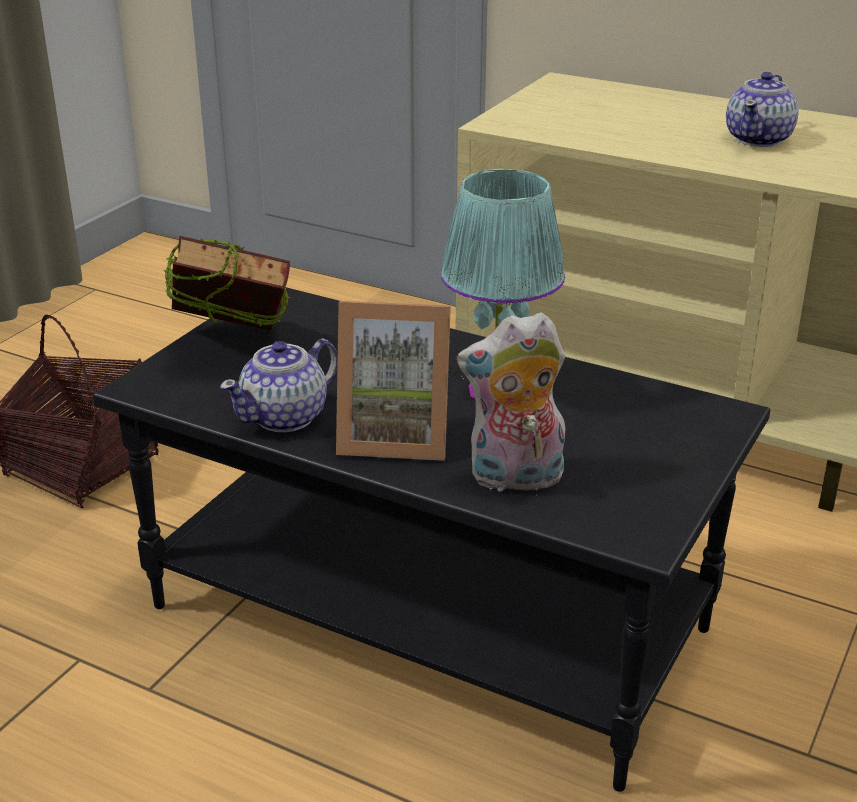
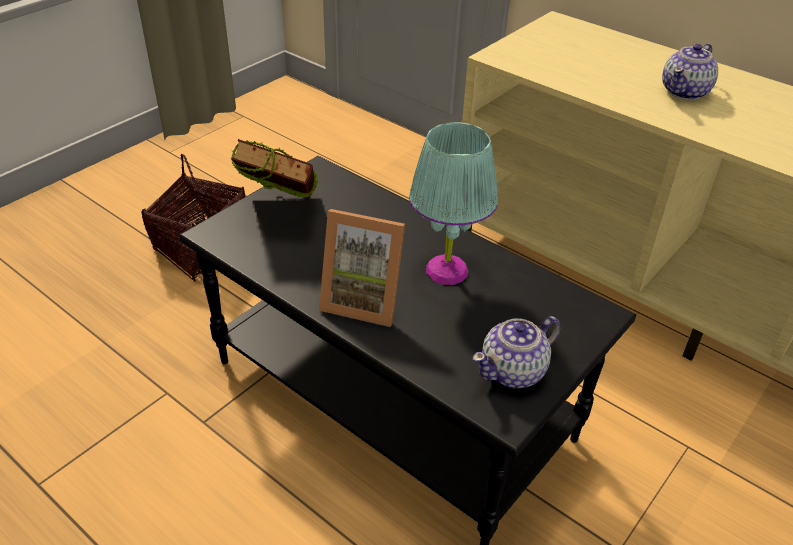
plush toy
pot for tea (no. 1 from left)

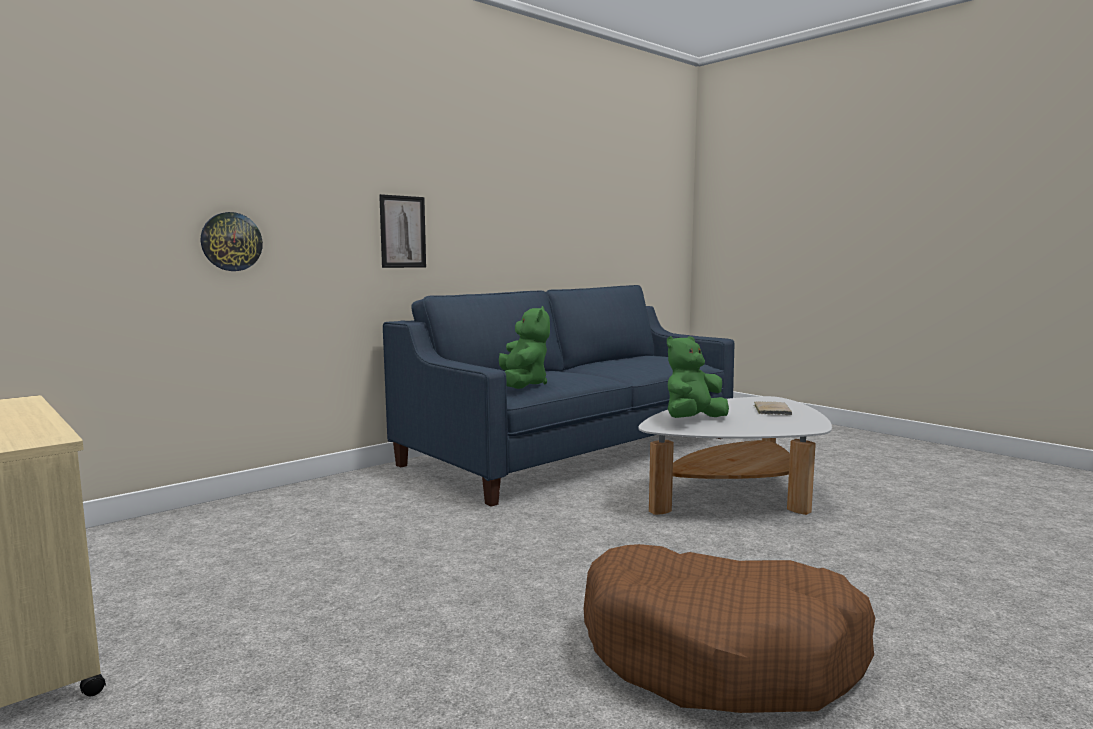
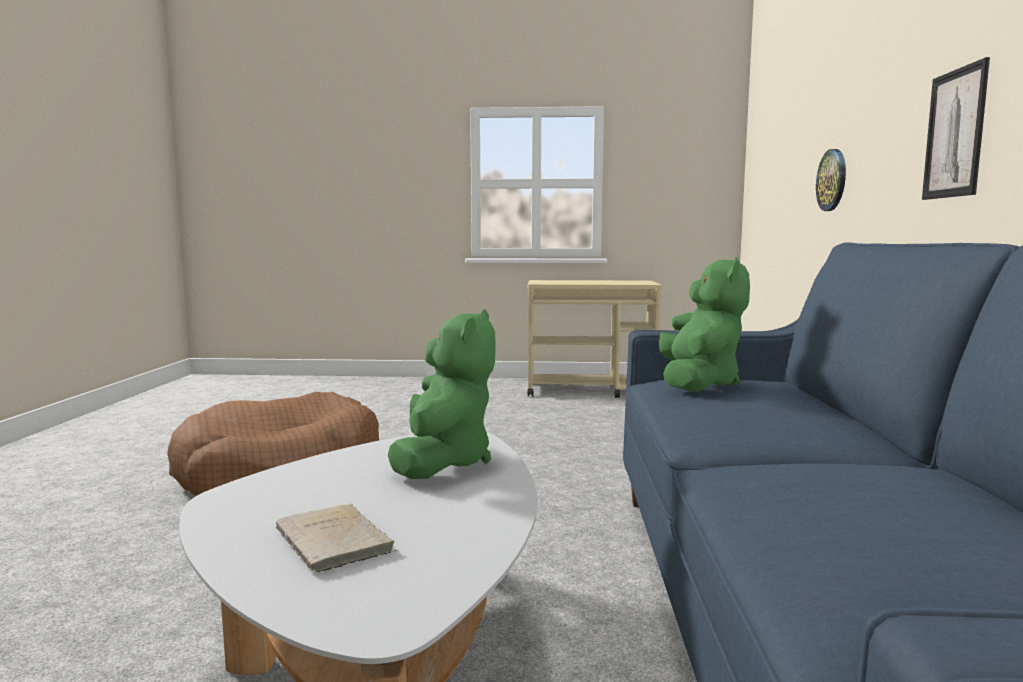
plush toy in greenish (no. 2 from left)

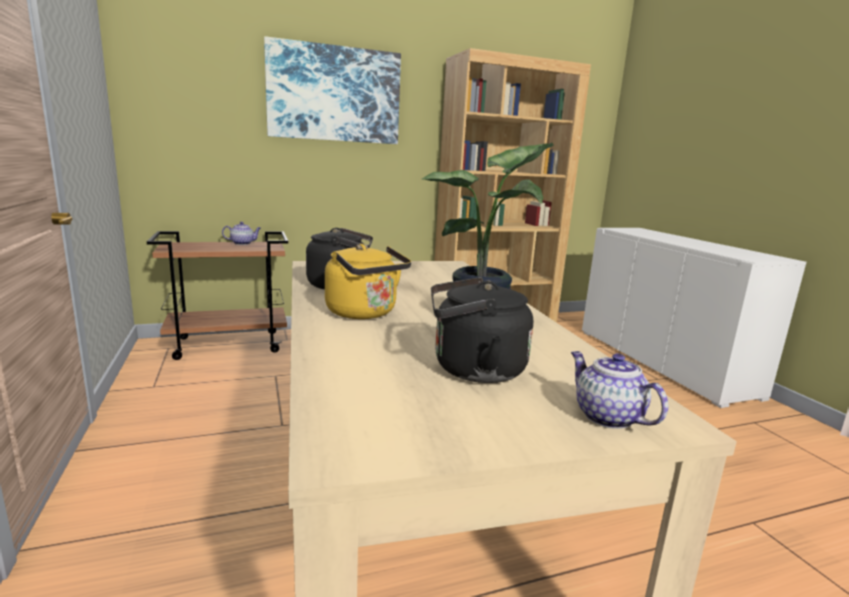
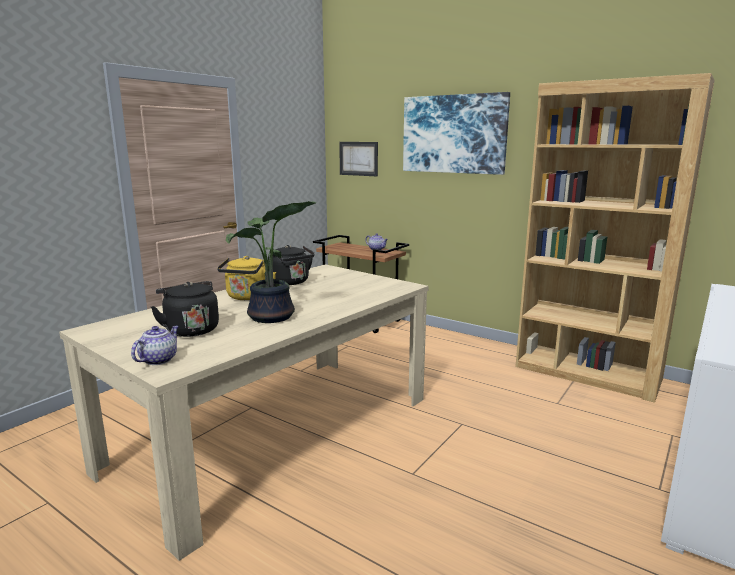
wall art (no. 1 from left)

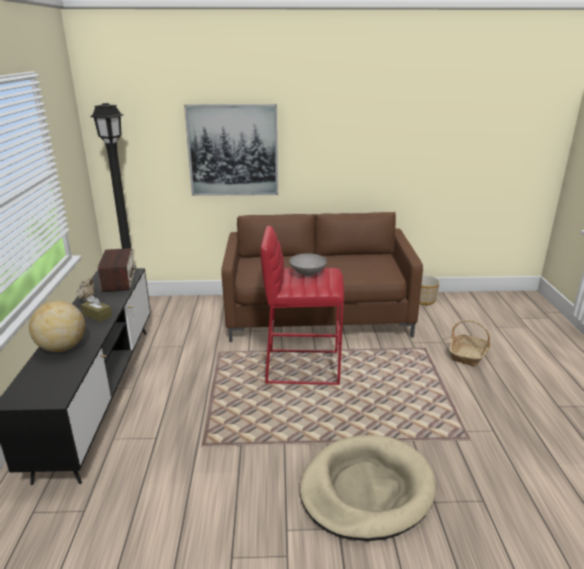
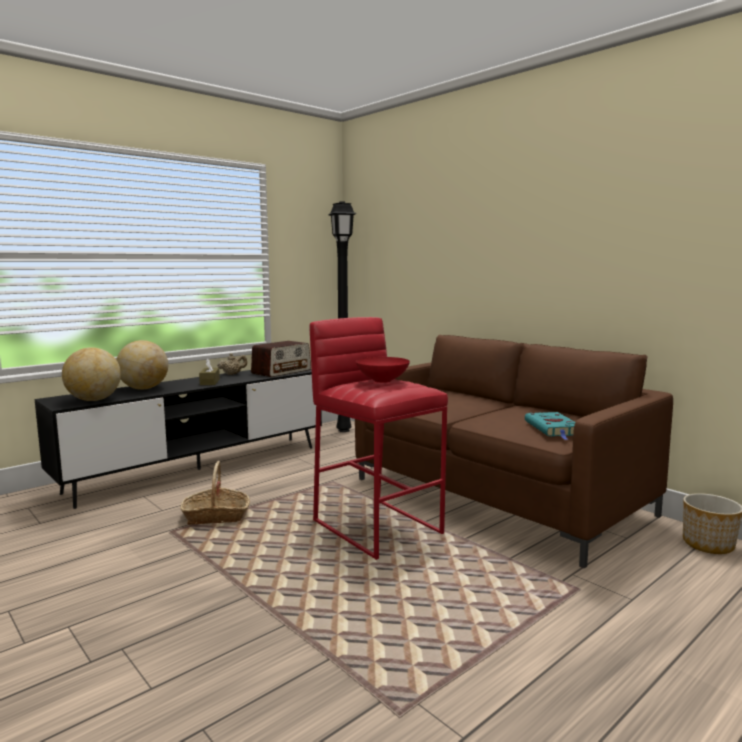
wall art
serving bowl in red
household basket
dog bed in beige
desk globe (no. 1 from left)
volume in blue-green

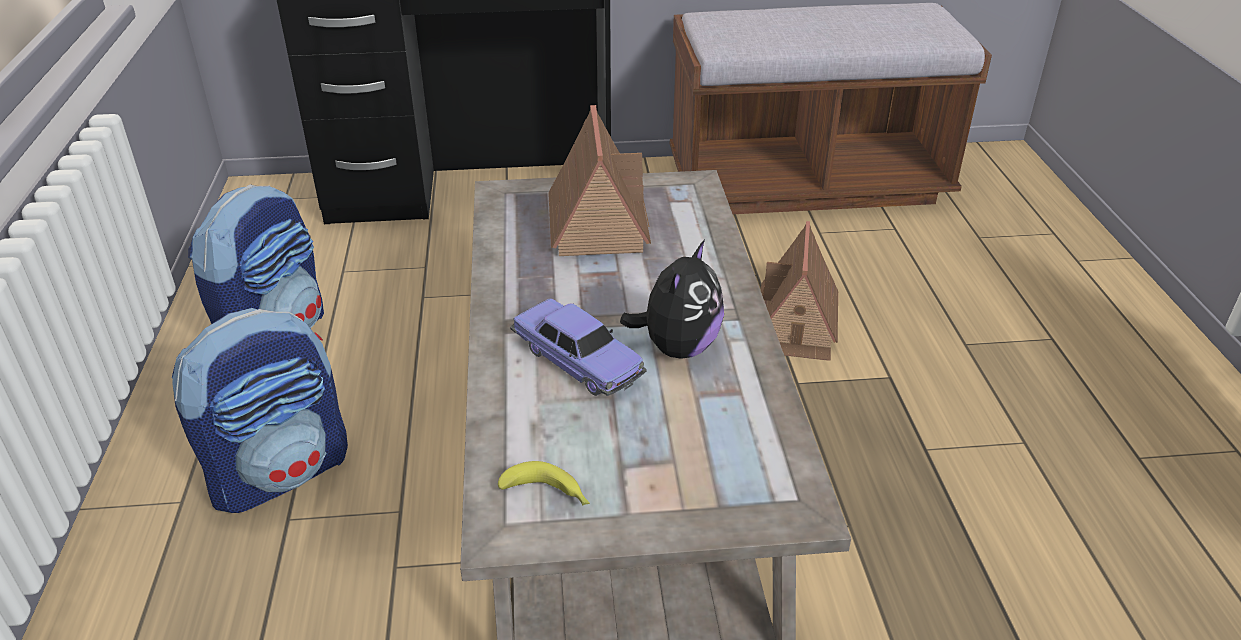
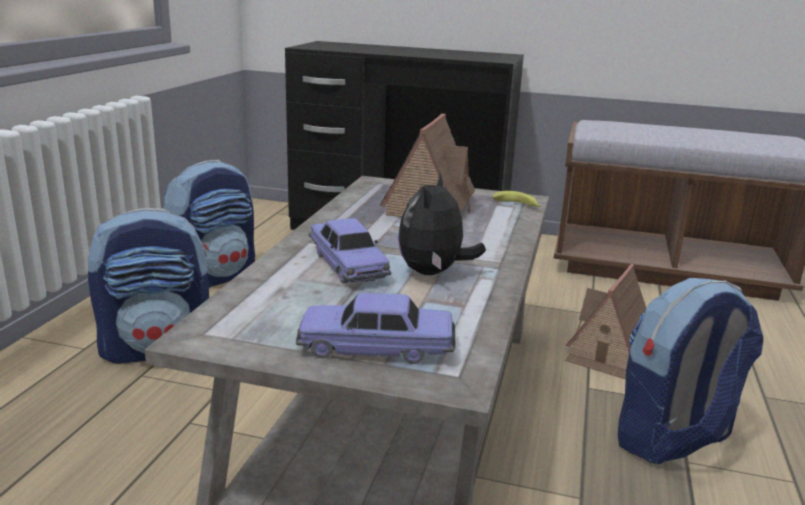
plush toy
whole banana
knapsack (no. 3 from left)
toy car (no. 2 from left)

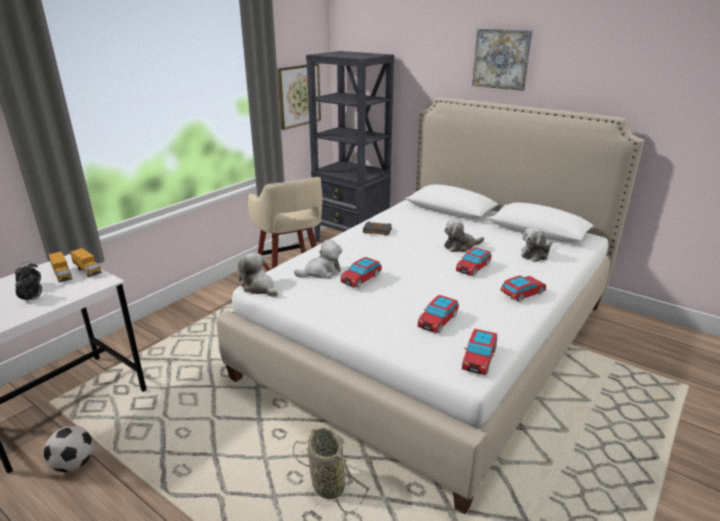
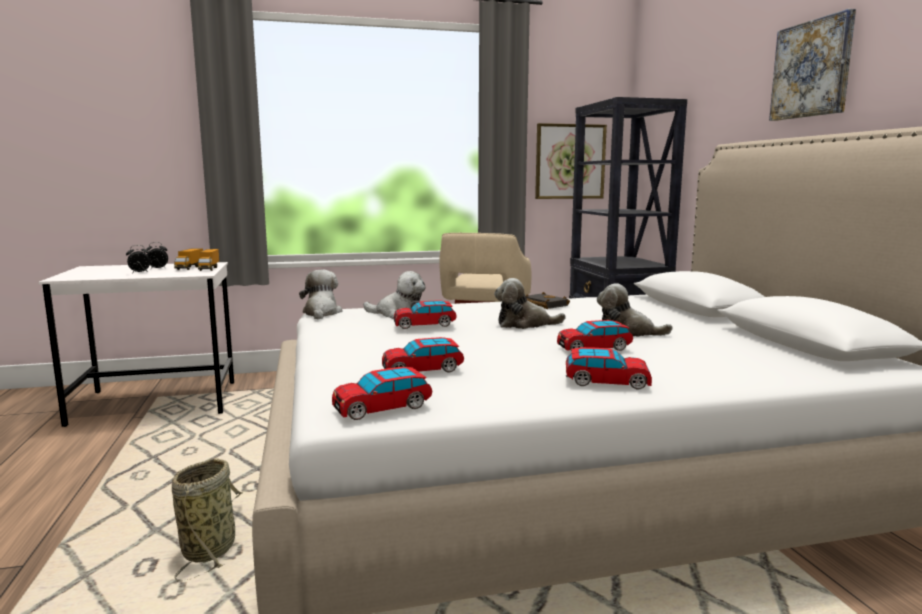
plush toy (no. 3 from left)
football

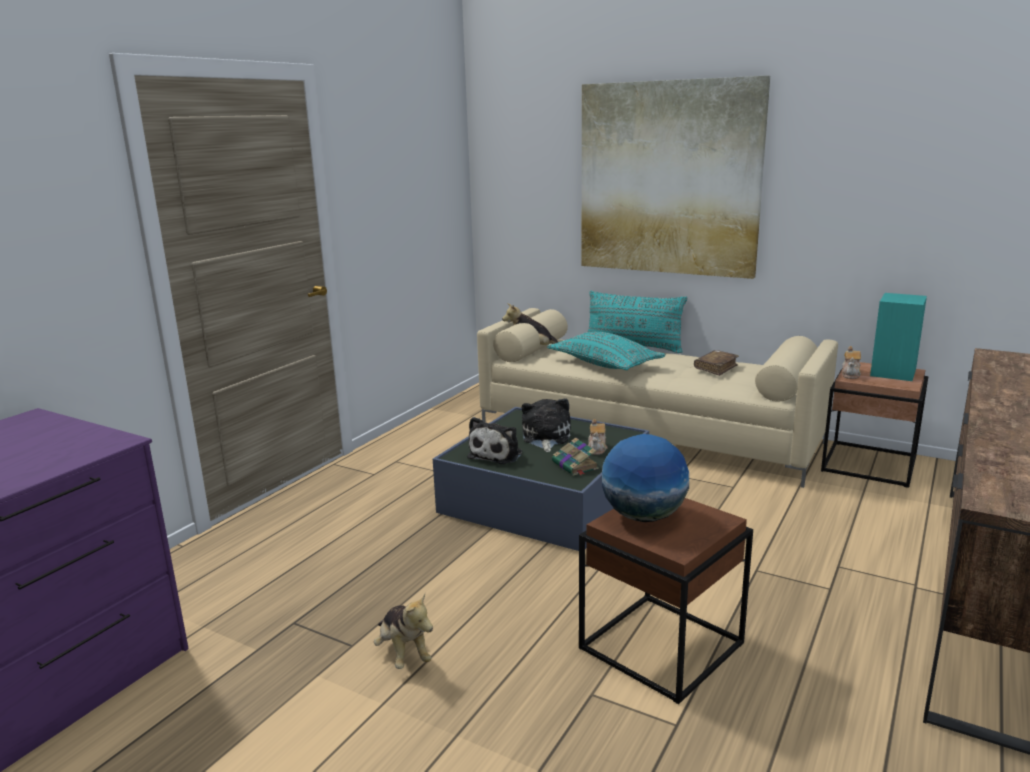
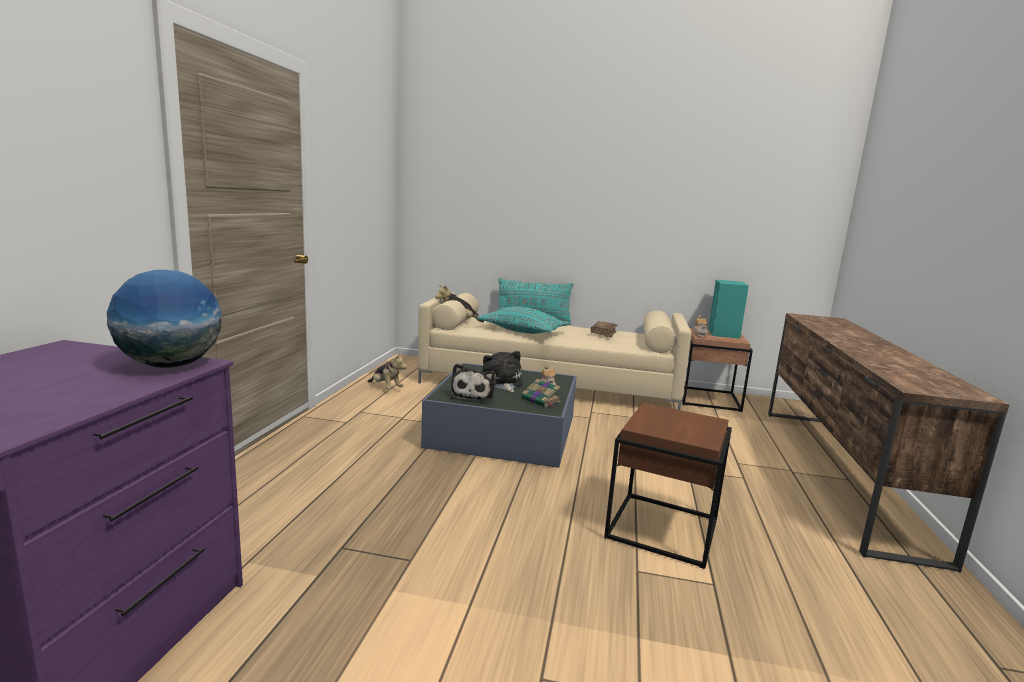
wall art
desk globe
plush toy (no. 1 from left)

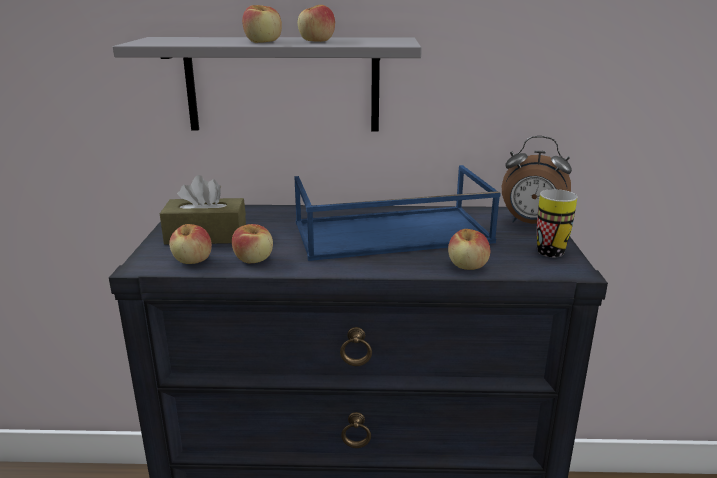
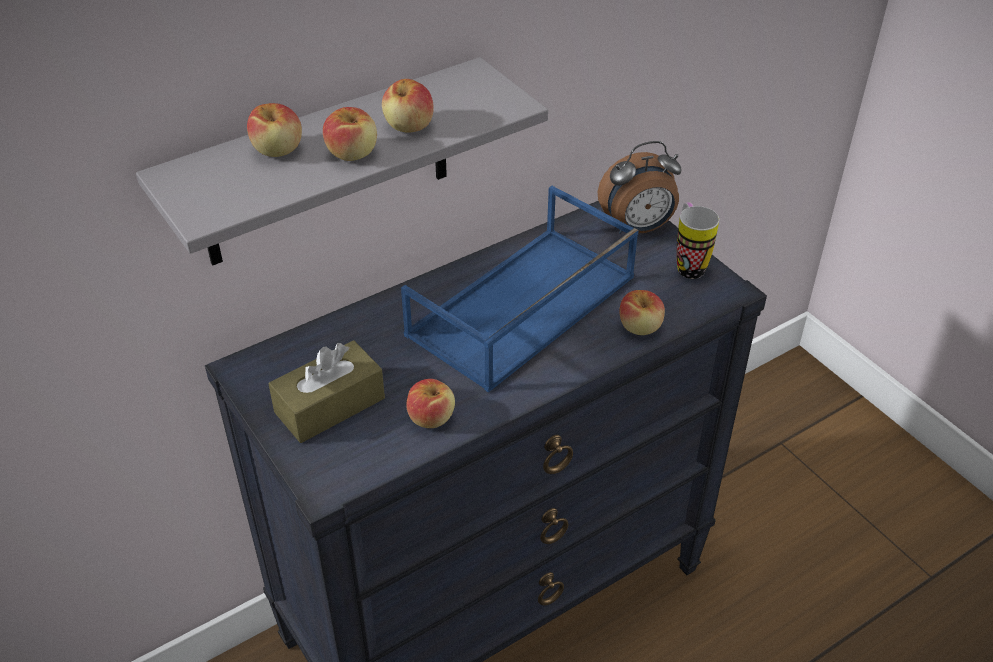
apple fruit (no. 1 from left)

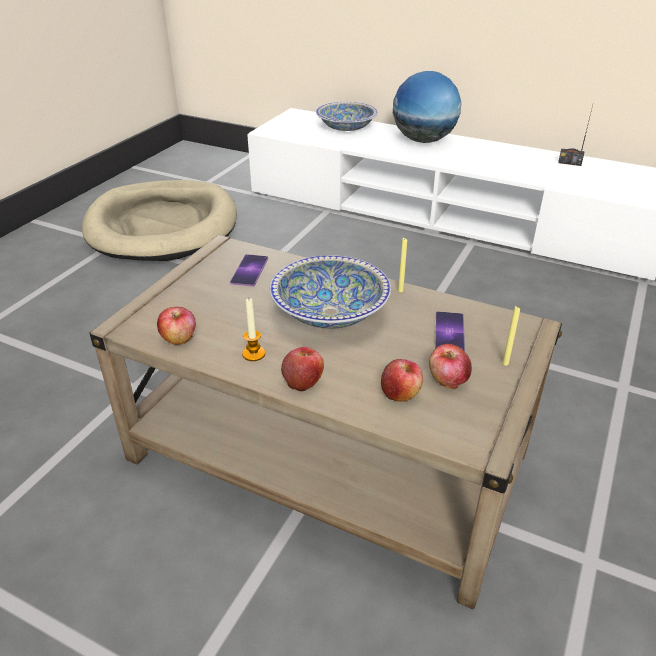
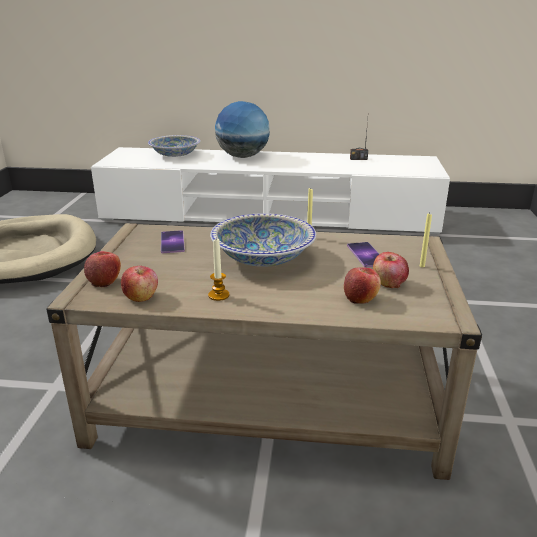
apple fruit (no. 1 from left)

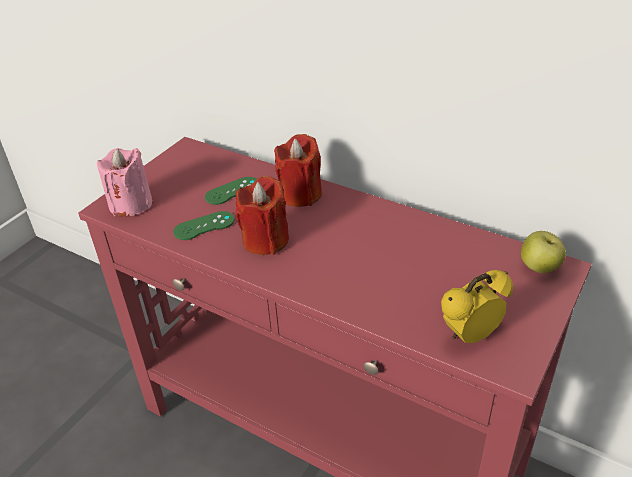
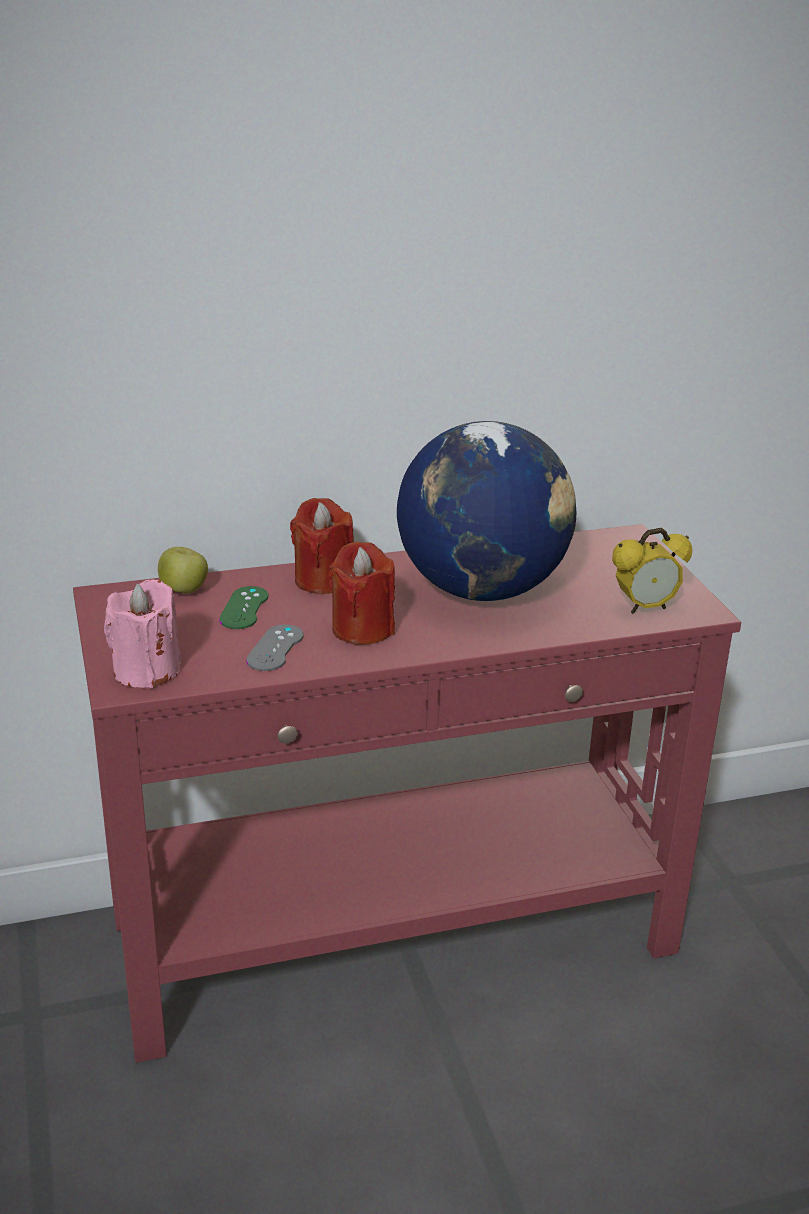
gamepad in grey
apple fruit
table clock
desk globe

